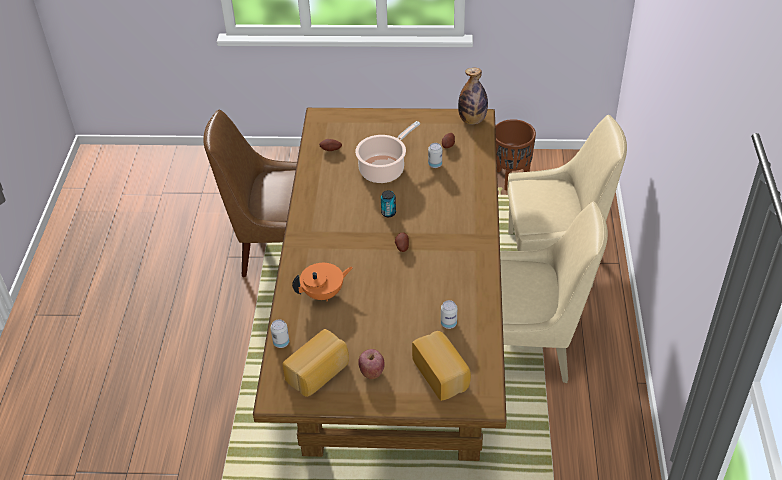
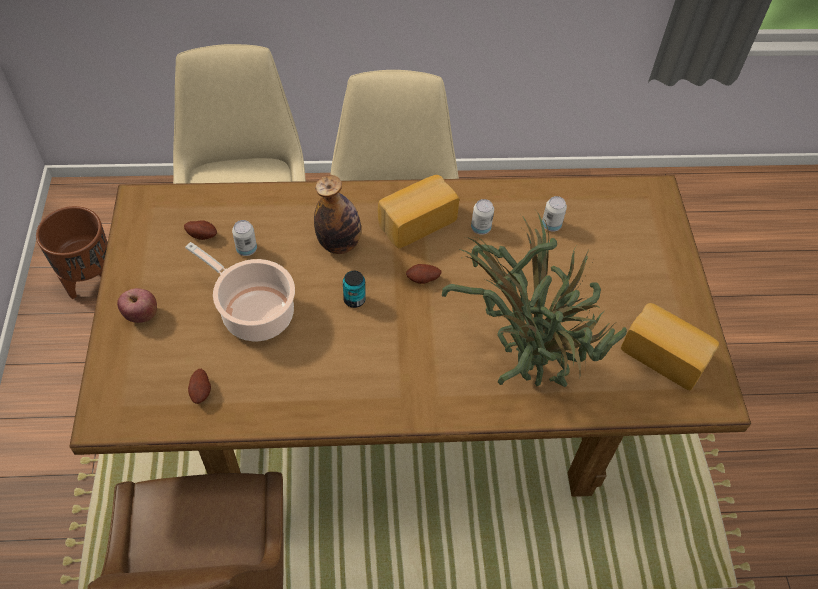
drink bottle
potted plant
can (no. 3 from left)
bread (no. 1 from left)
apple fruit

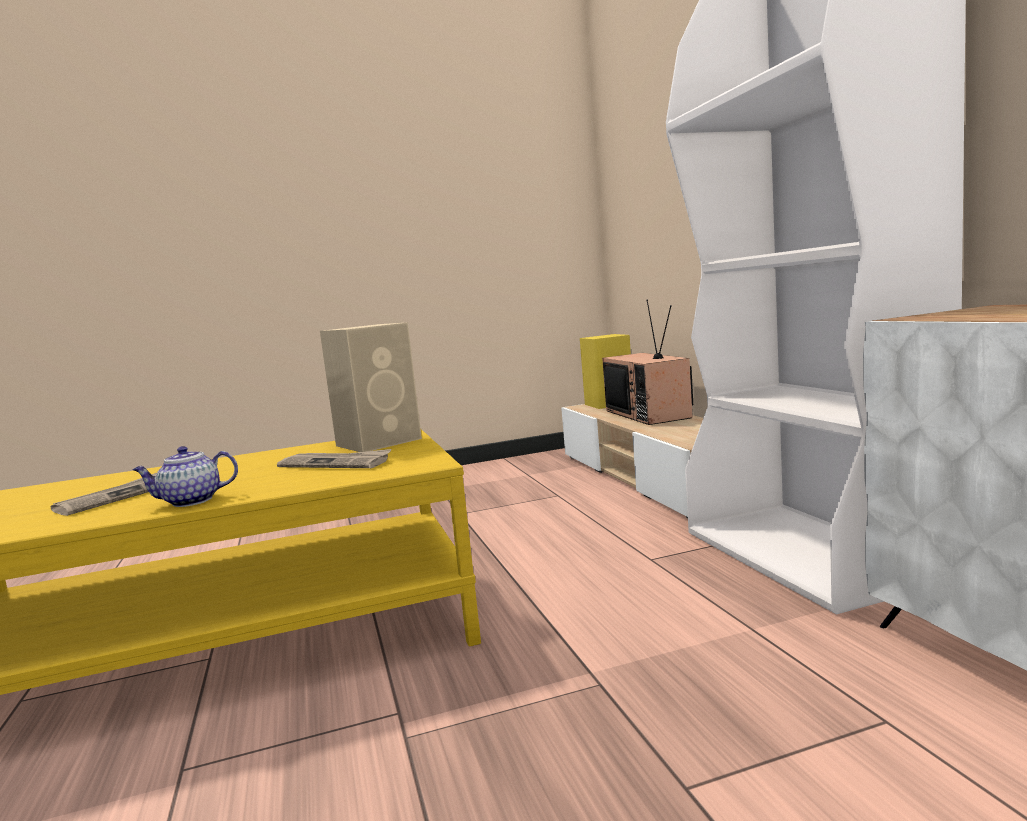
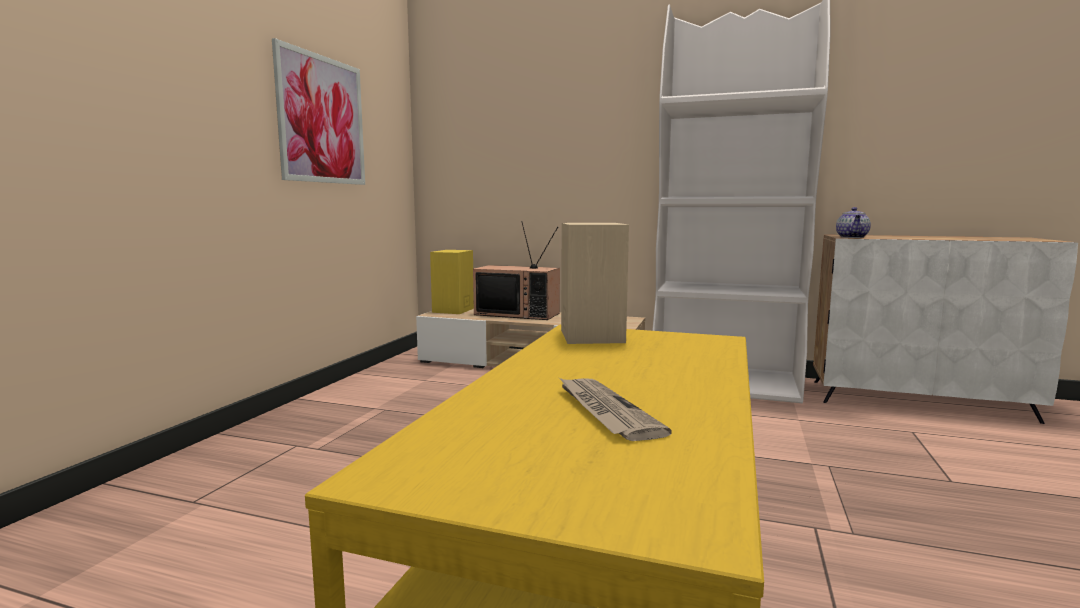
pot for tea
daily paper (no. 2 from left in the first image)
wall art

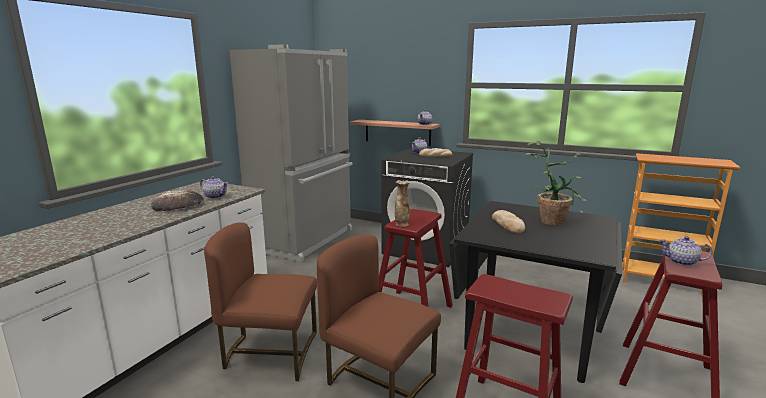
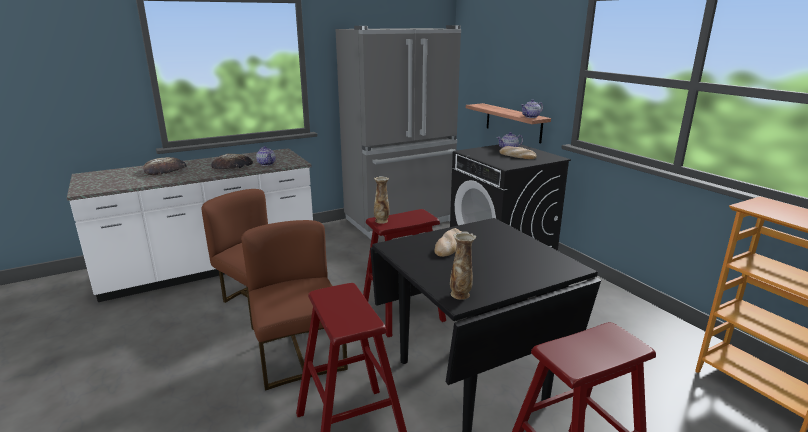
potted plant
pot for tea (no. 4 from left in the first image)
bread (no. 1 from left)
vase (no. 2 from left)

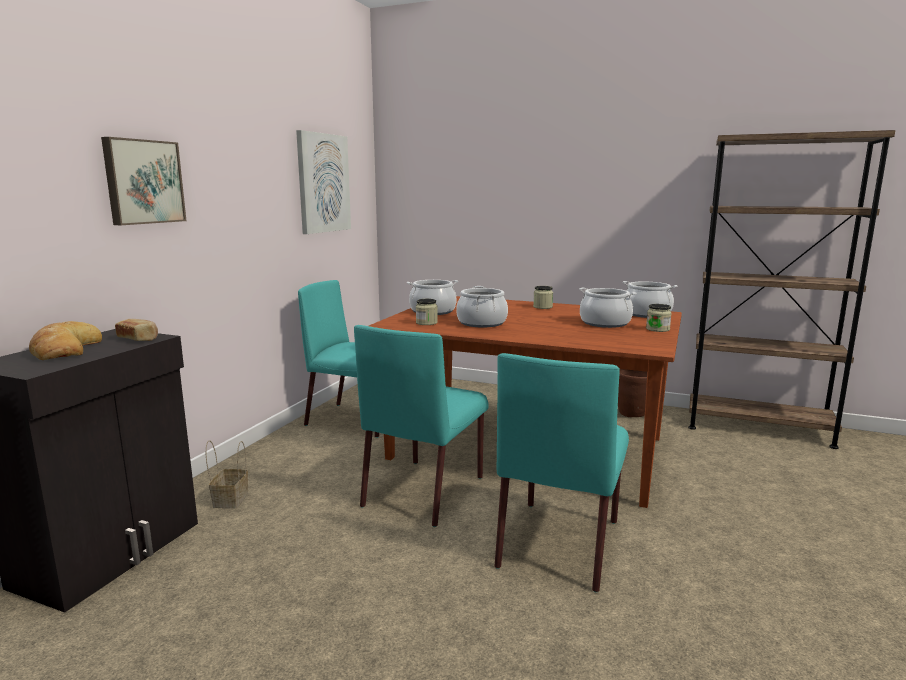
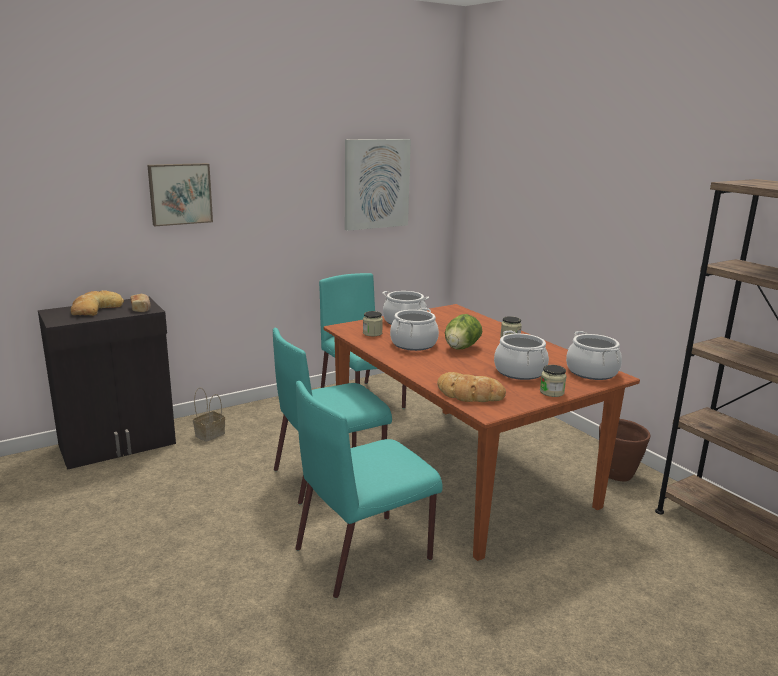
lettuce head
bread (no. 3 from left)

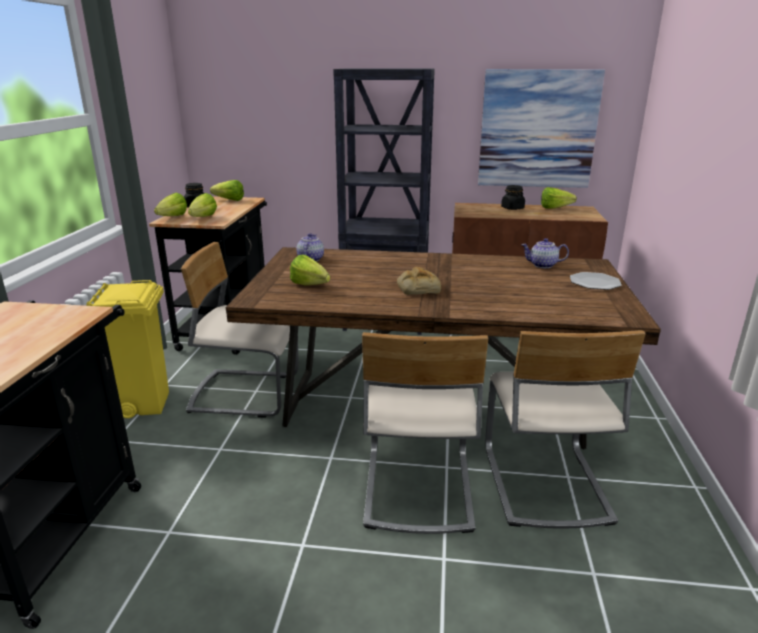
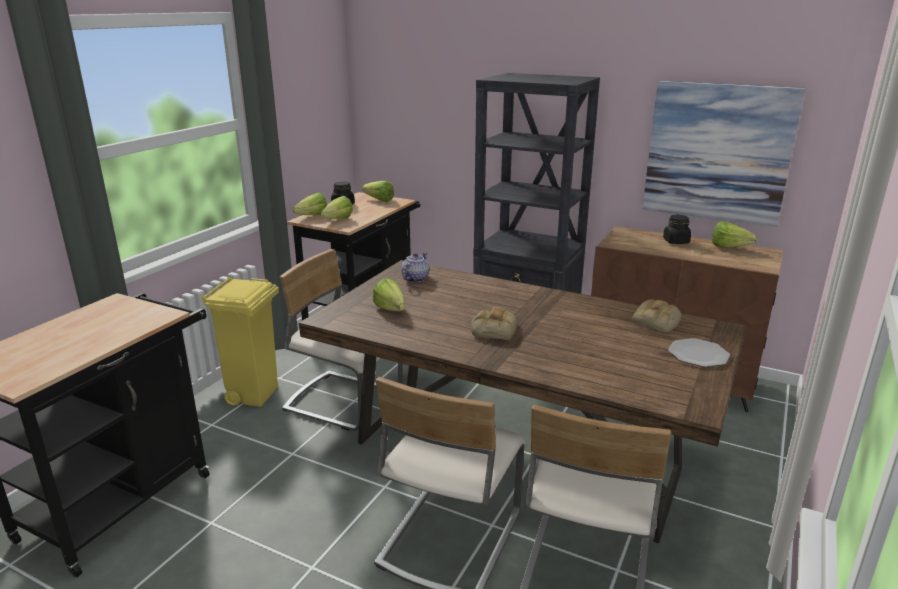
bread (no. 2 from left)

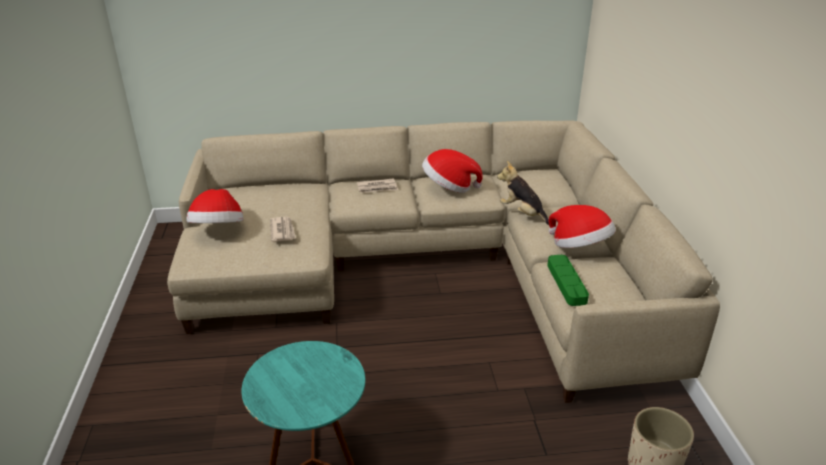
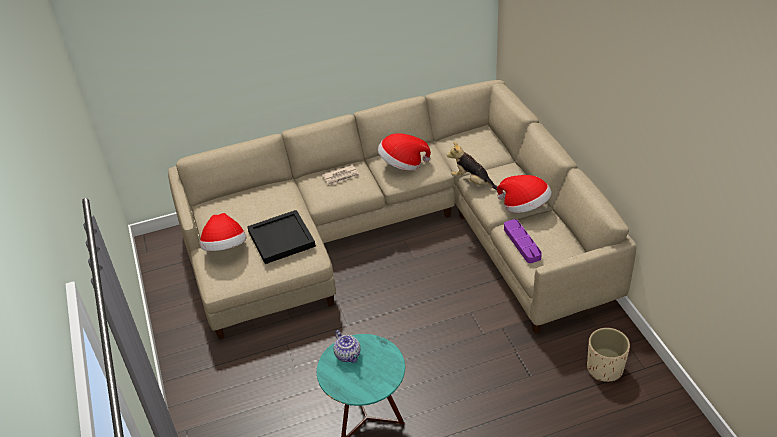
tray in blackish
tray in purple-coloured
pot for tea

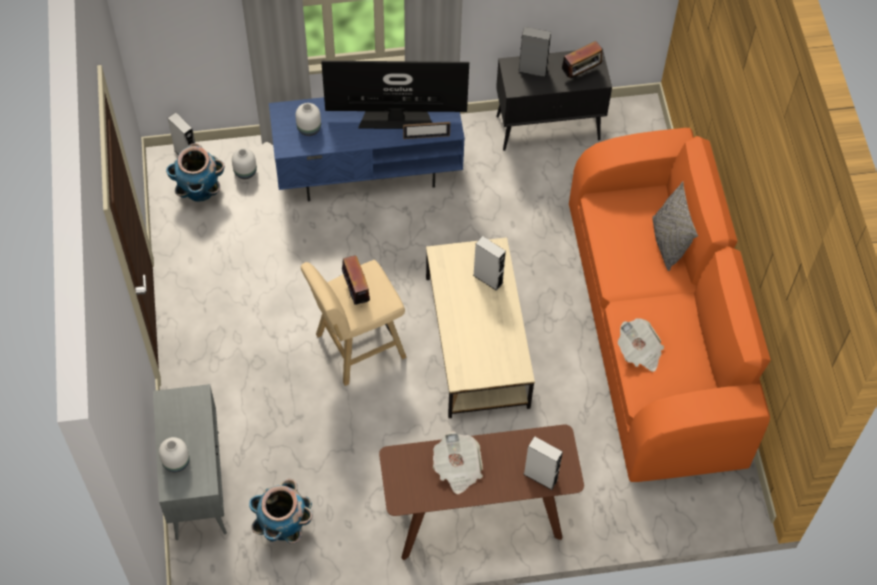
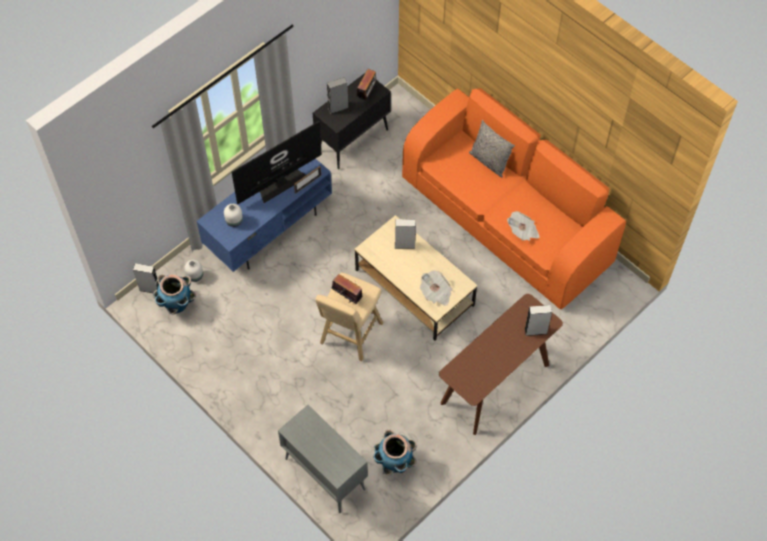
daily paper (no. 1 from left)
vase in whitish (no. 1 from left in the first image)

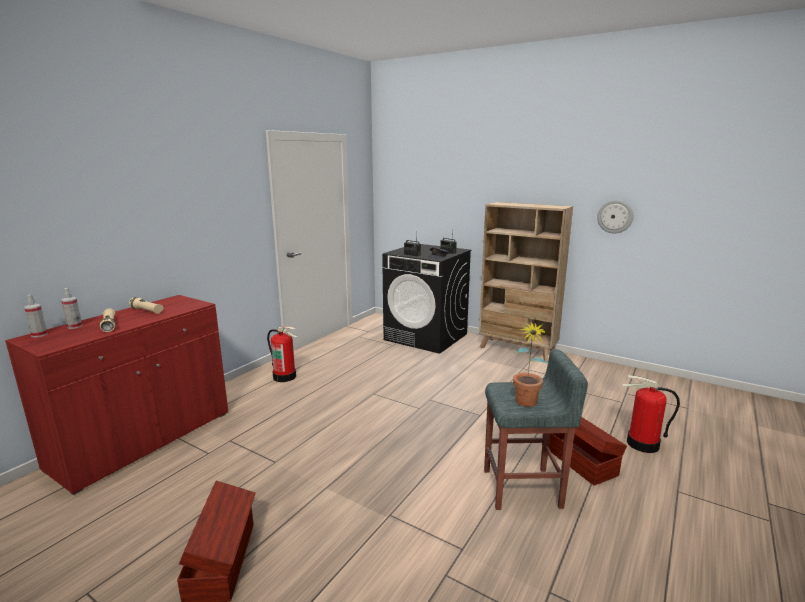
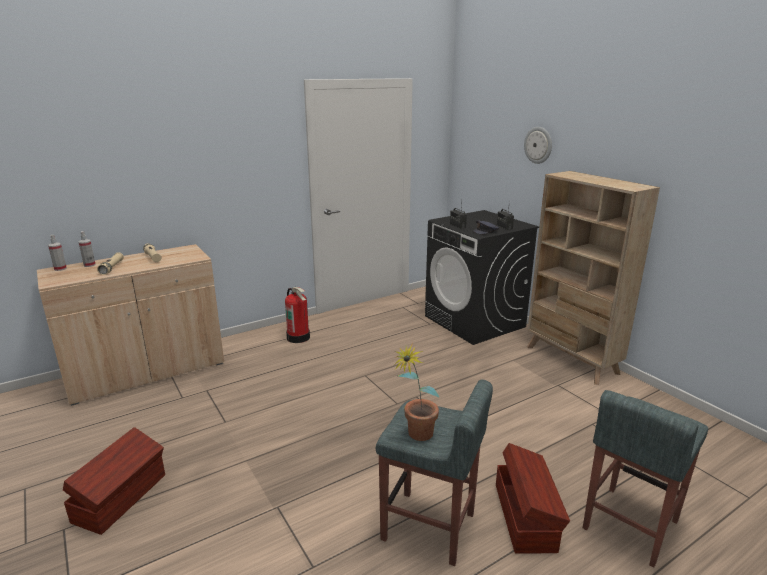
hanging clock
cabinet in beige
stool seat in grey (no. 2 from left)

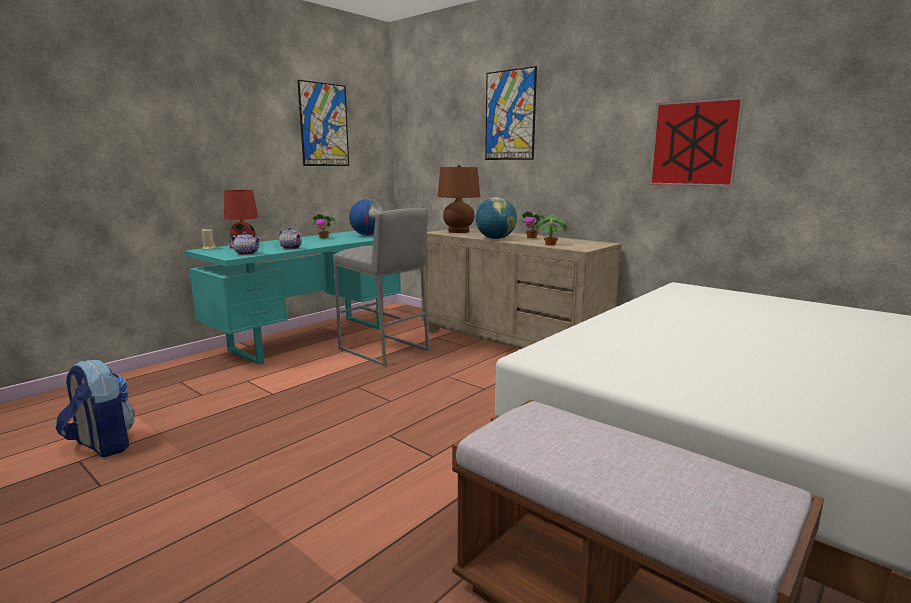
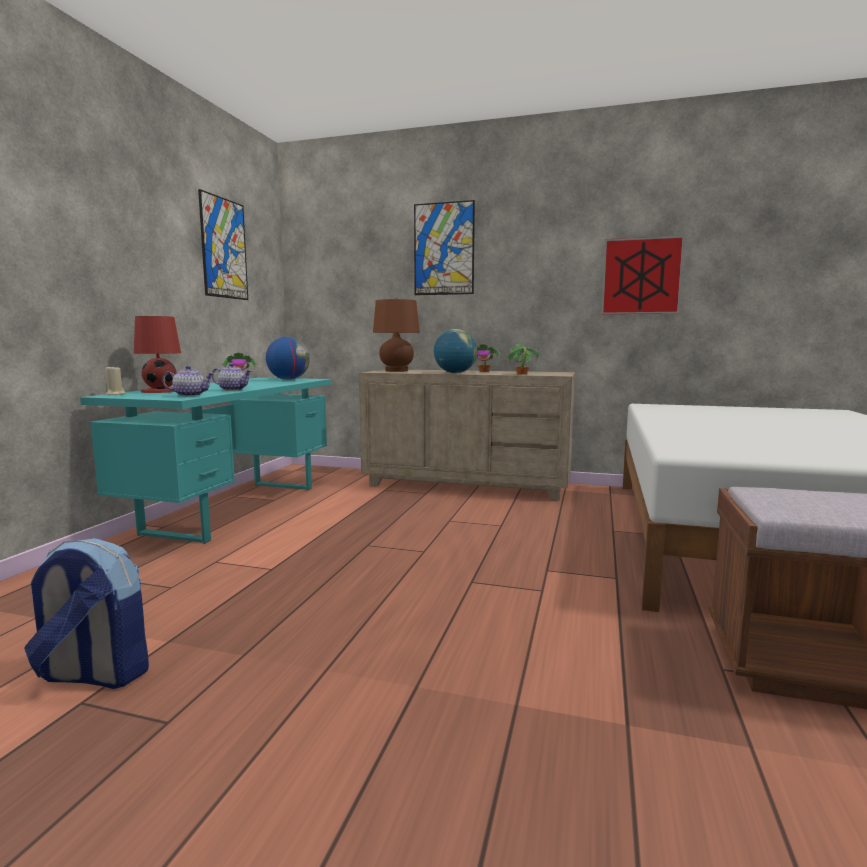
stool seat in grey

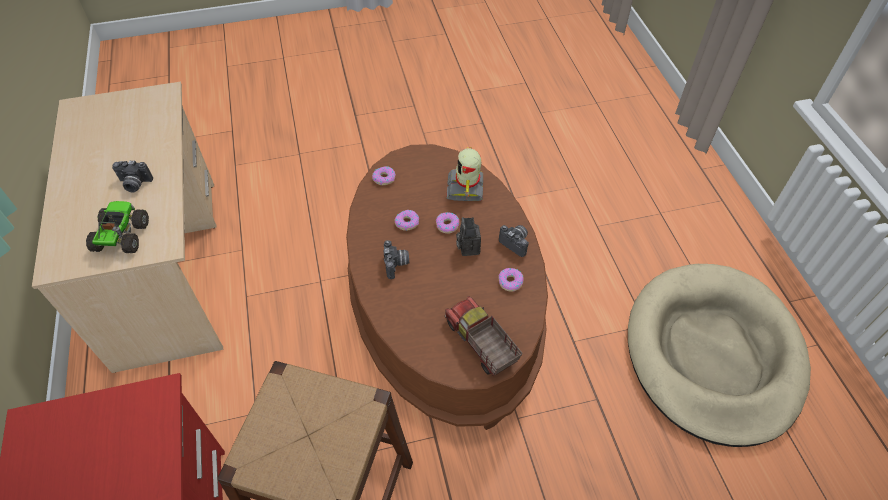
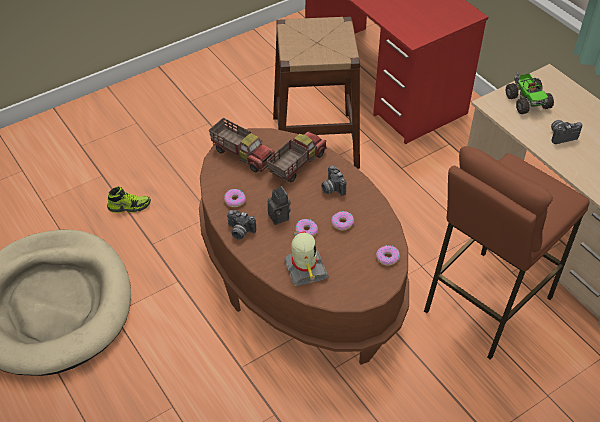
toy lorry (no. 2 from left)
stool seat in brownish (no. 2 from left)
item of footwear

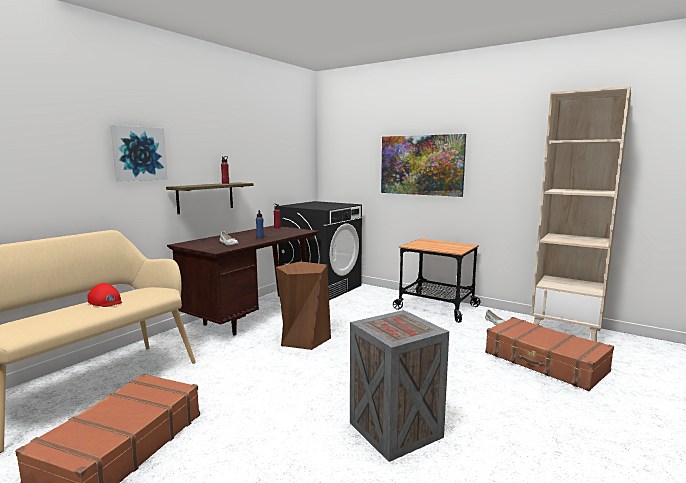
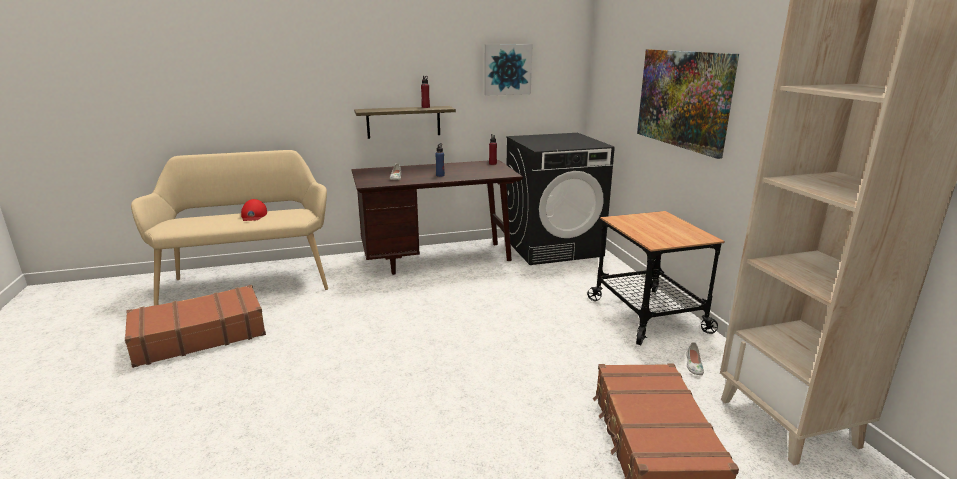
wall art (no. 1 from left)
stool seat in brownish
crate

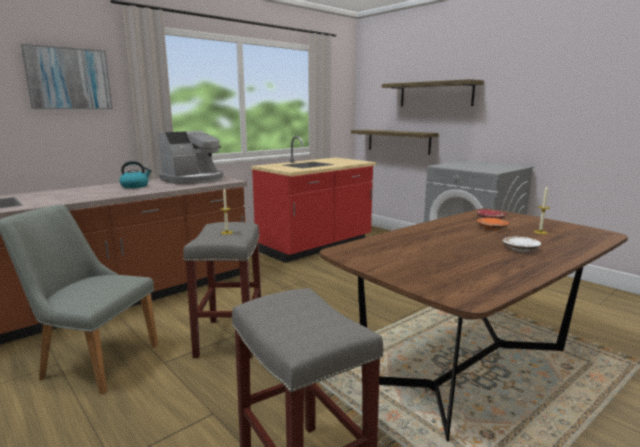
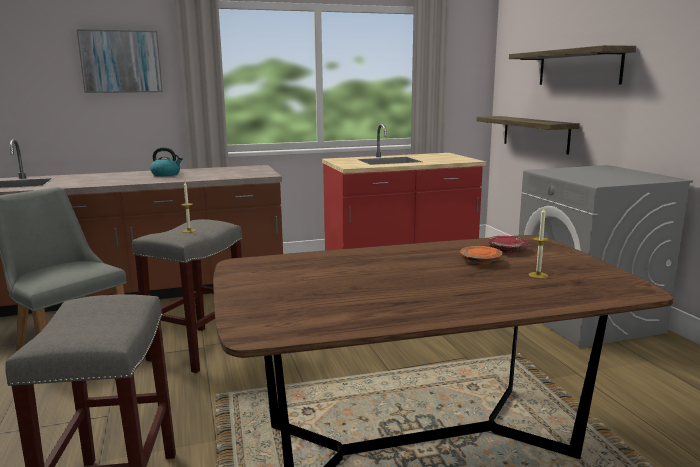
coffee machine
plate in whitish

